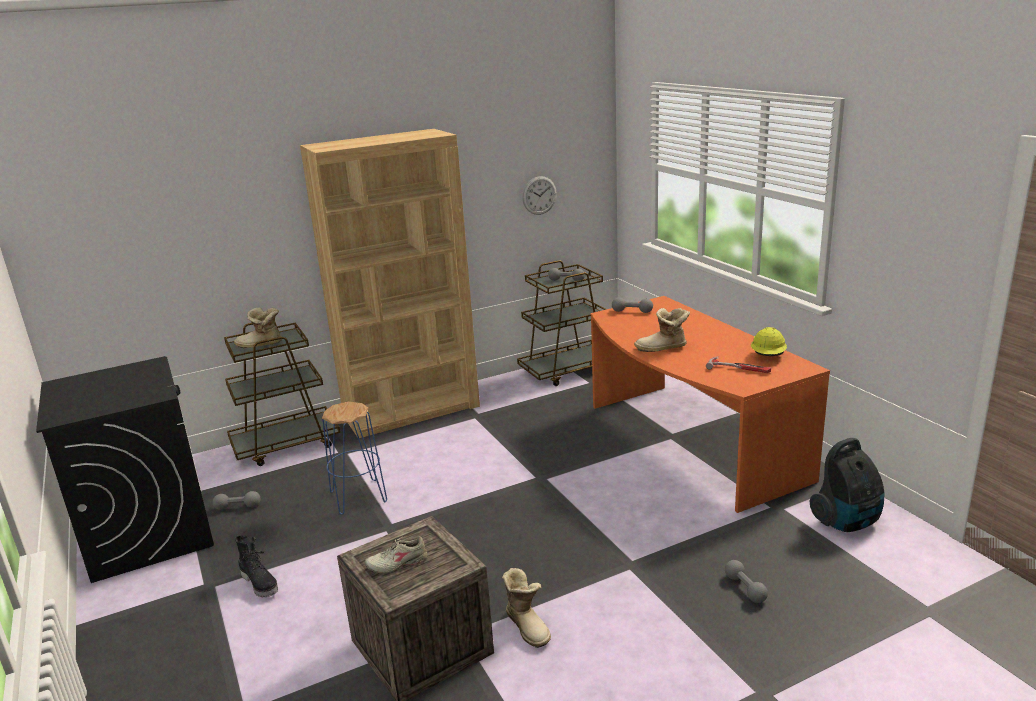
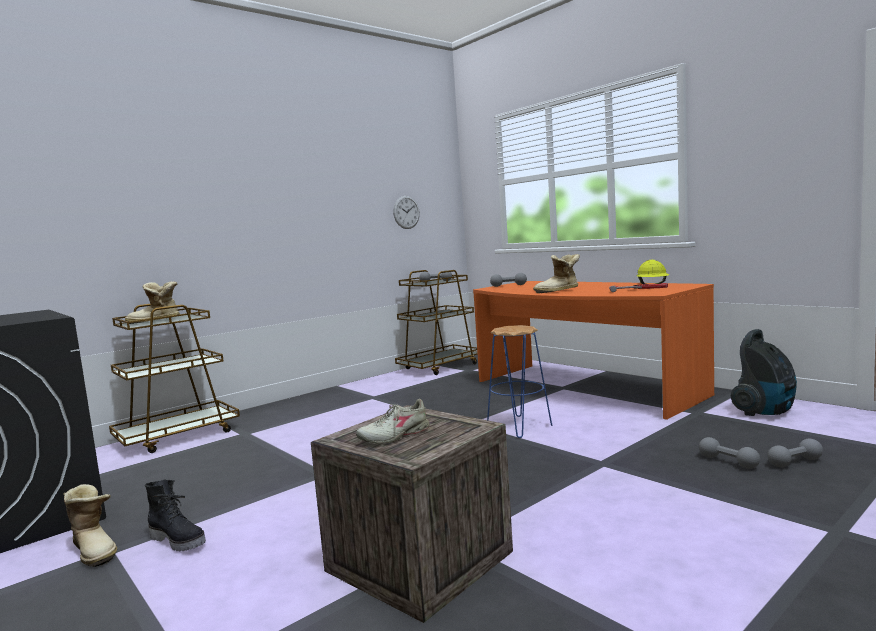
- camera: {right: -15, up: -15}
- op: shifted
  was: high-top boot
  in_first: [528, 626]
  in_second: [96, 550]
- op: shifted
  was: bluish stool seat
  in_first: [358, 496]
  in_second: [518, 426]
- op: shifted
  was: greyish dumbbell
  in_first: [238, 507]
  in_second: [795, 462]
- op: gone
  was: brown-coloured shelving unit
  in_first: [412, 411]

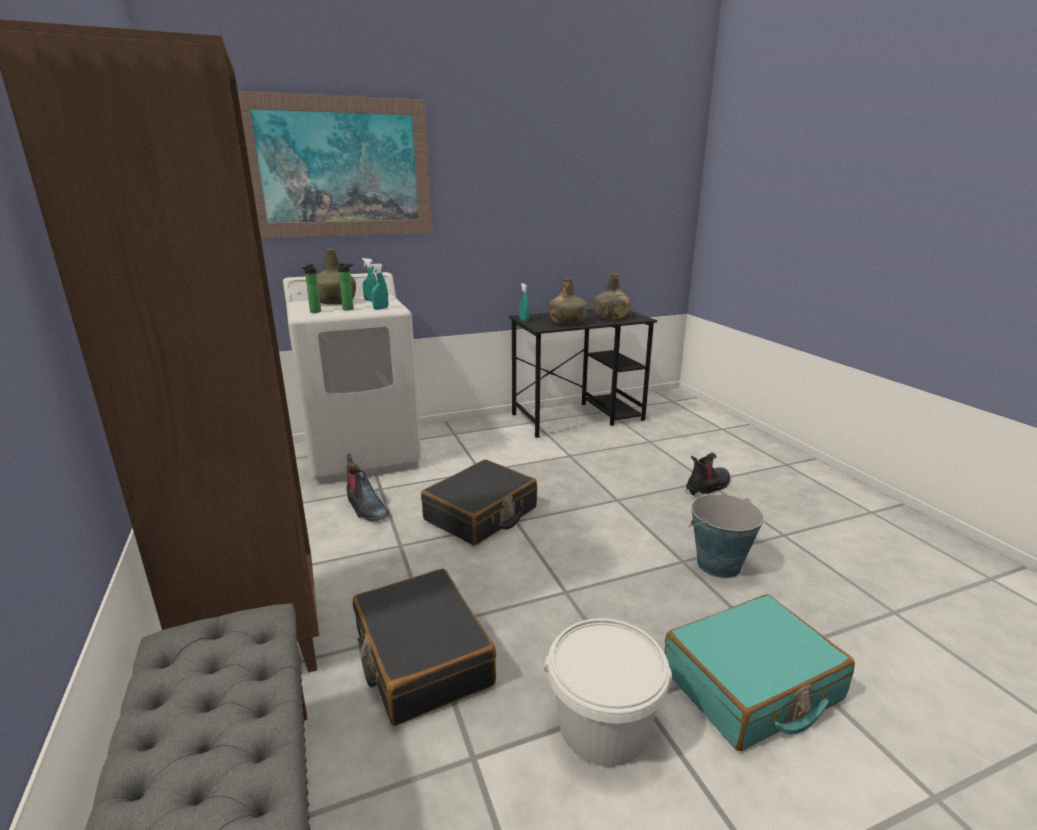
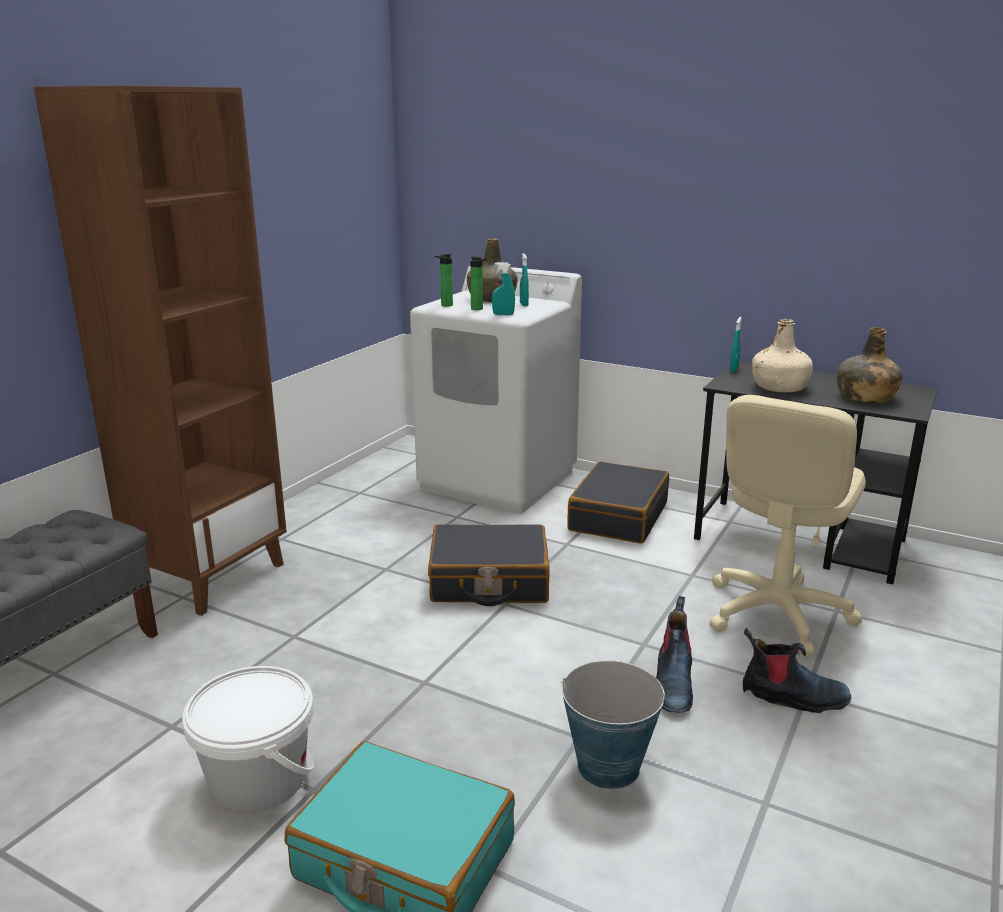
- camera: {right: 50, up: 0}
- op: shifted
  was: black-coloured suitcase
  in_first: [421, 658]
  in_second: [617, 517]
- op: shifted
  was: high-top boot
  in_first: [365, 508]
  in_second: [673, 683]
- op: new
  now: sand-coloured computer chair
  in_second: [776, 613]
- op: repainted
  was: green bottle
  now: sand-coloured bottle
  in_first: [567, 322]
  in_second: [779, 387]
- op: gone
  was: picture
  in_first: [340, 168]

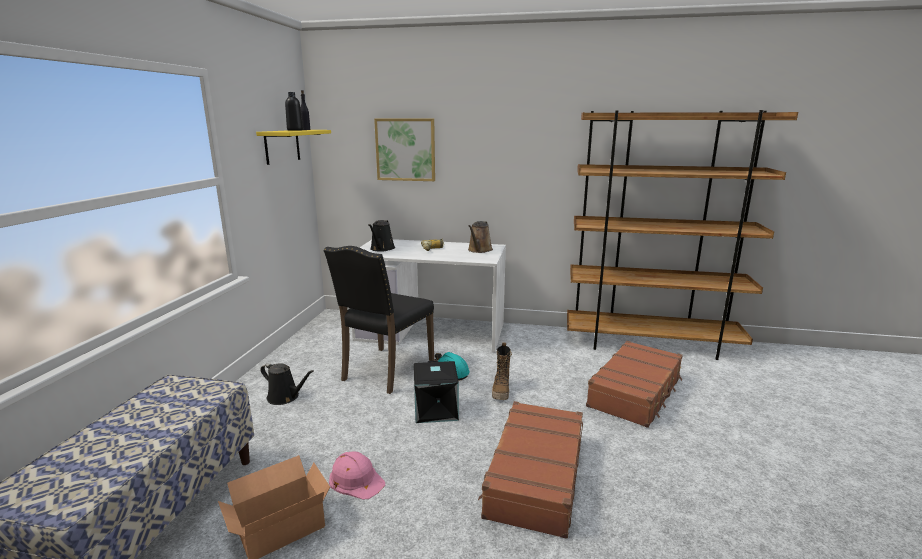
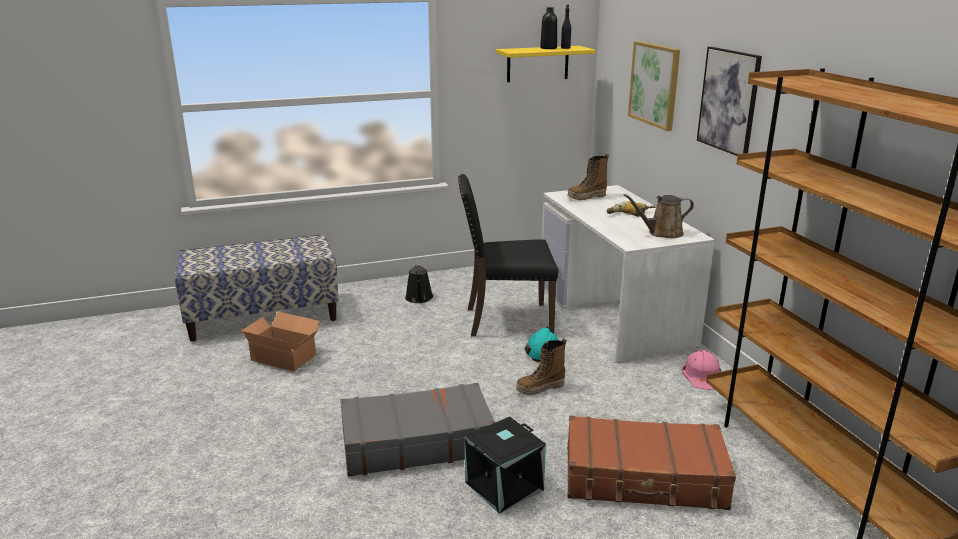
- camera: {right: 60, up: 5}
- op: repainted
  was: brown-coloured suitcase
  now: greyish suitcase
  in_first: [534, 476]
  in_second: [416, 442]
- op: shifted
  was: black-coloured storage bin
  in_first: [437, 410]
  in_second: [504, 487]
- op: swapped
  was: black-coloured watering pot
  now: high-top boot
  in_first: [381, 249]
  in_second: [586, 197]
- op: shifted
  was: pink-coloured hard hat
  in_first: [356, 479]
  in_second: [702, 375]
- op: new
  now: picture
  in_second: [729, 101]

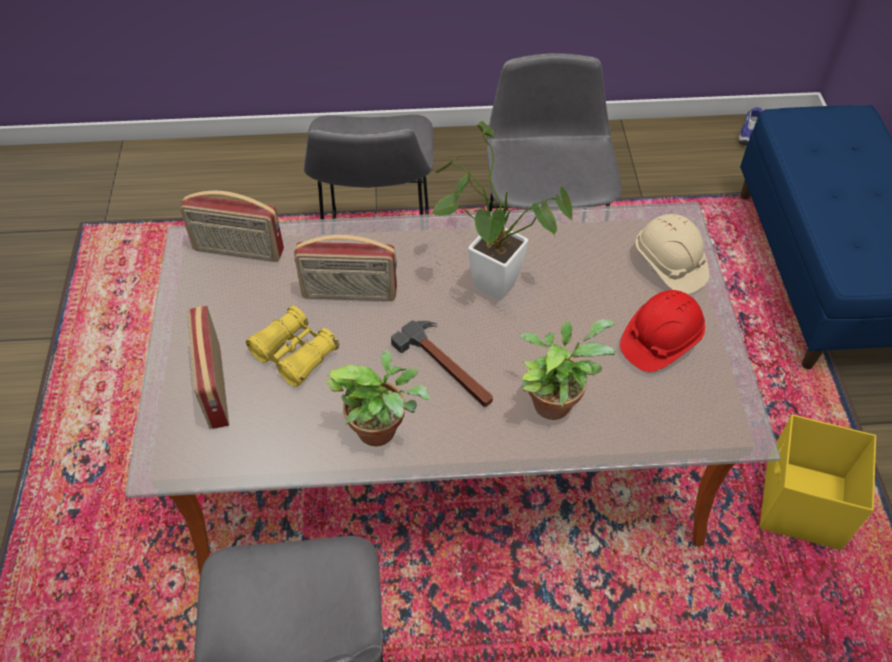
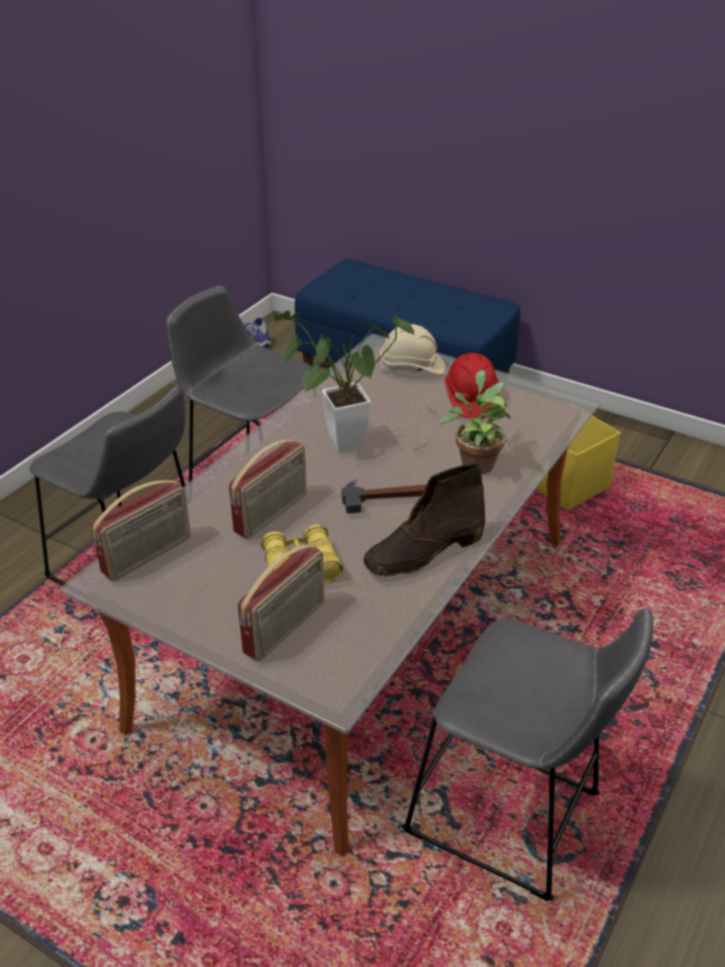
- camera: {right: -55, up: -15}
- op: rotated
  was: radio receiver
  in_first: [214, 387]
  in_second: [286, 628]
  clockwise: -75
- op: swapped
  was: plant in a pot
  now: brown-coloured high-top boot
  in_first: [382, 430]
  in_second: [423, 552]

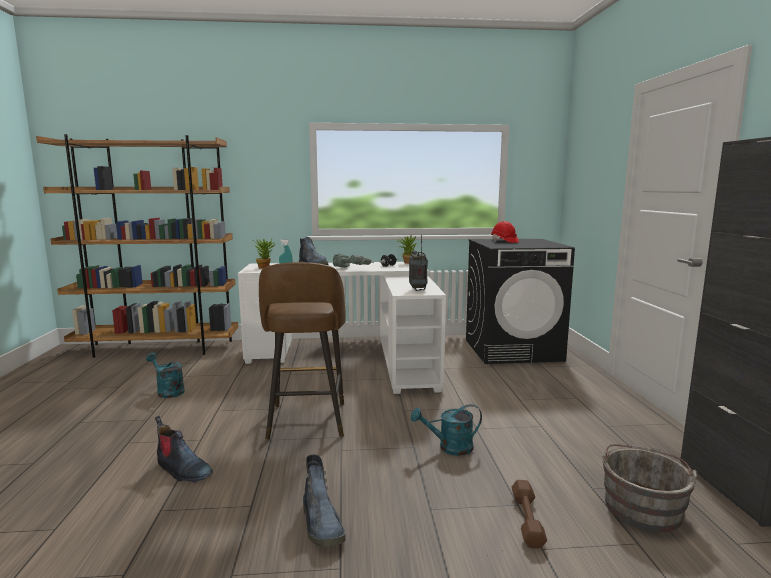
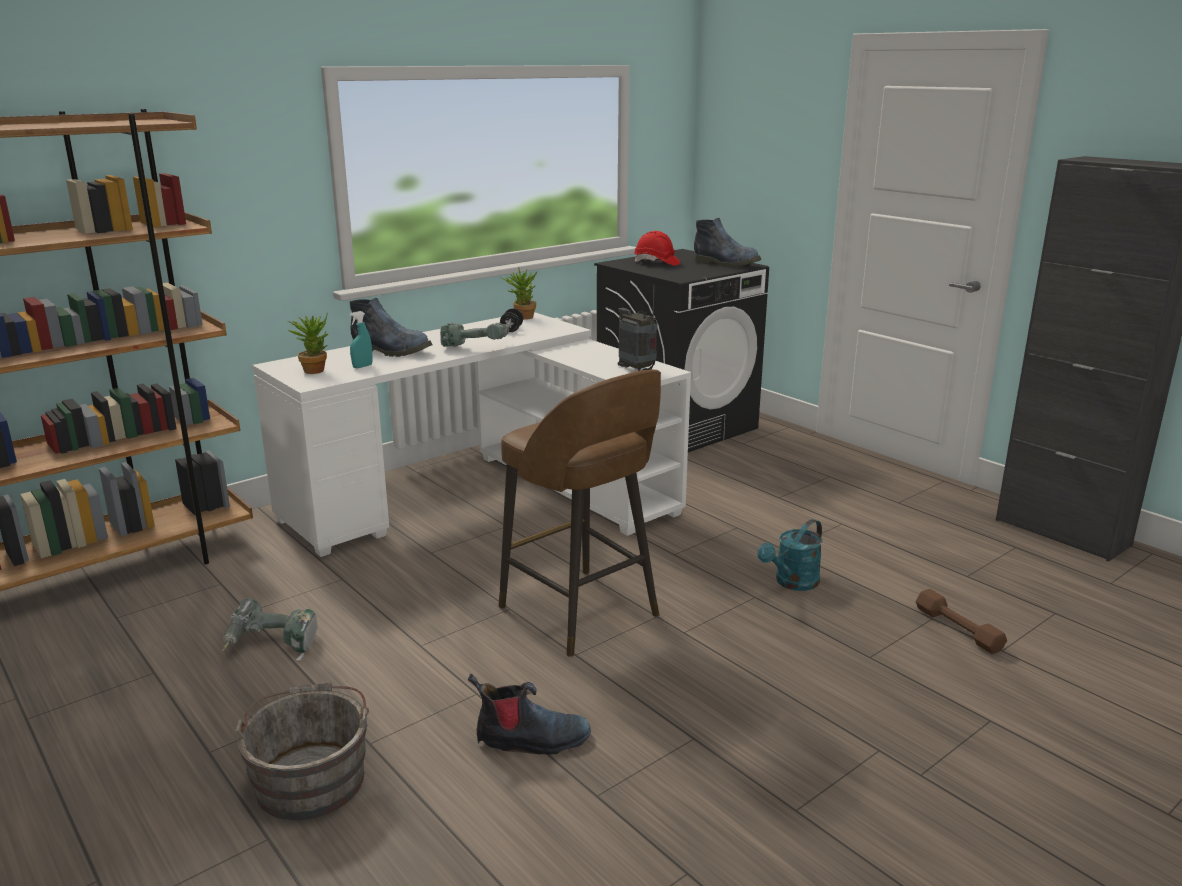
- camera: {right: -35, up: 10}
- op: swapped
  was: turquoise-coloured watering pot
  now: electric drill
  in_first: [167, 391]
  in_second: [271, 646]
- op: shifted
  was: greyish pail
  in_first: [642, 506]
  in_second: [311, 777]
- op: shifted
  was: high-top boot
  in_first: [322, 524]
  in_second: [727, 264]

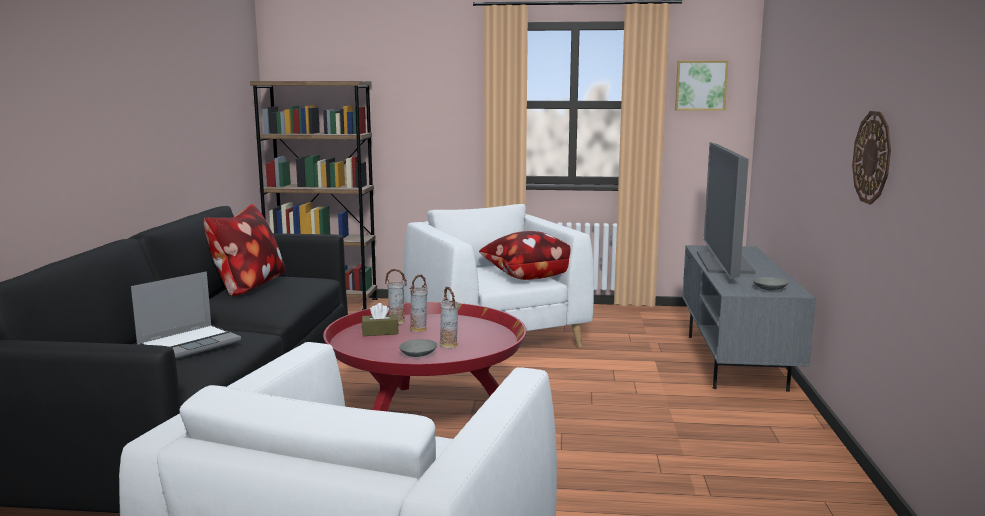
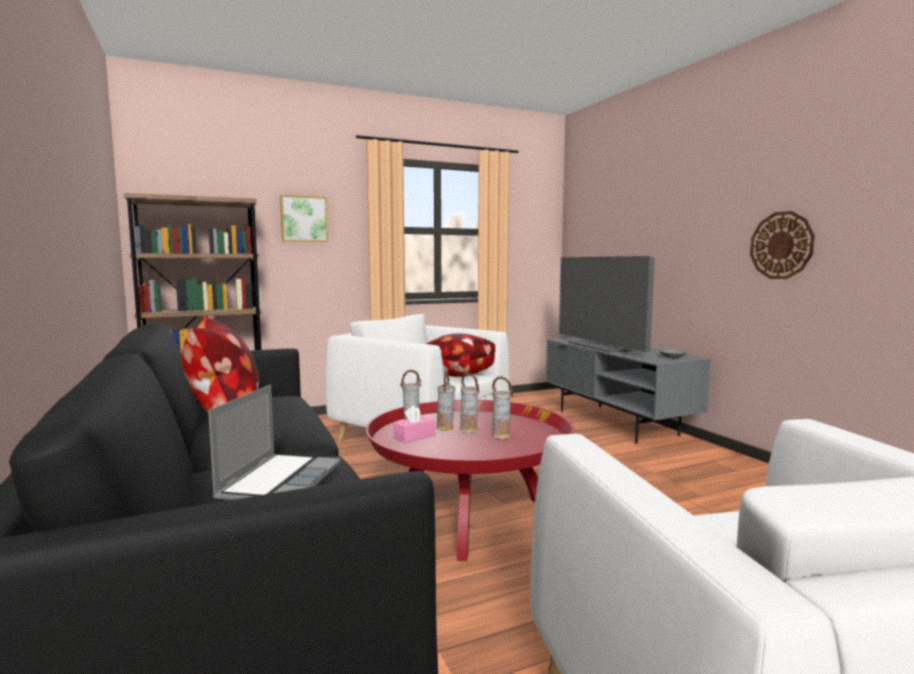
- camera: {right: -30, up: -5}
- op: shifted
  was: picture
  in_first: [700, 85]
  in_second: [304, 219]
- op: repainted
  was: brown-coloured box of tissues
  now: pink-coloured box of tissues
  in_first: [380, 332]
  in_second: [414, 437]
- op: new
  now: vase
  in_second: [469, 430]
- op: gone
  was: greyish deep dish
  in_first: [417, 354]

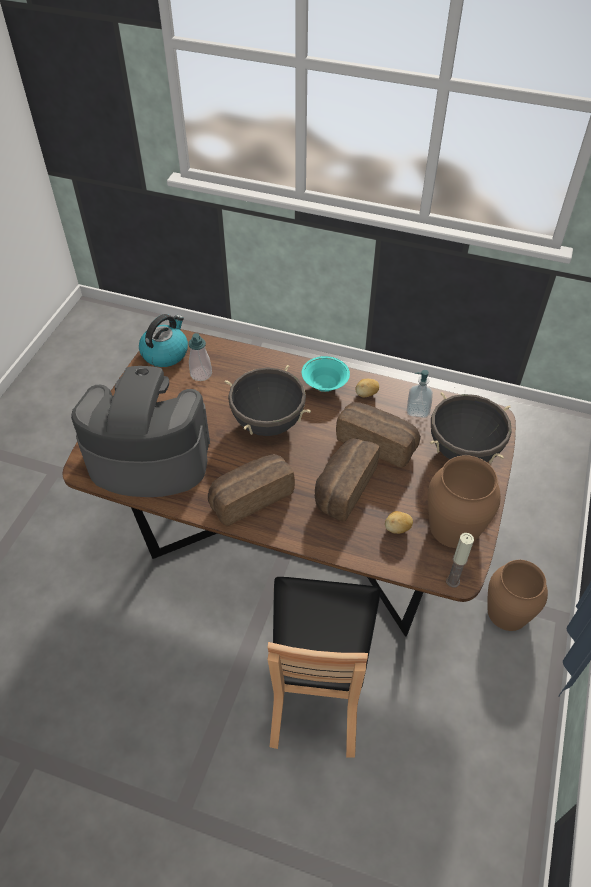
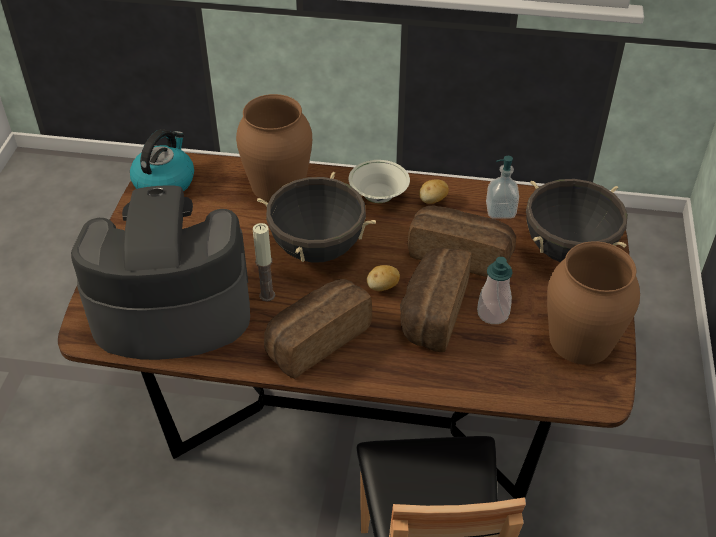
- camera: {right: -10, up: -5}
- op: shifted
  was: brown-coloured vase
  in_first: [507, 612]
  in_second: [277, 185]
- op: shifted
  was: candle
  in_first: [453, 581]
  in_second: [267, 295]
- op: repainted
  was: turquoise-coloured deep dish
  now: whitish deep dish
  in_first: [324, 386]
  in_second: [378, 197]
- op: shifted
  was: whole potato
  in_first: [397, 528]
  in_second: [382, 287]
- op: shifted
  was: soap bottle
  in_first: [201, 374]
  in_second: [493, 313]

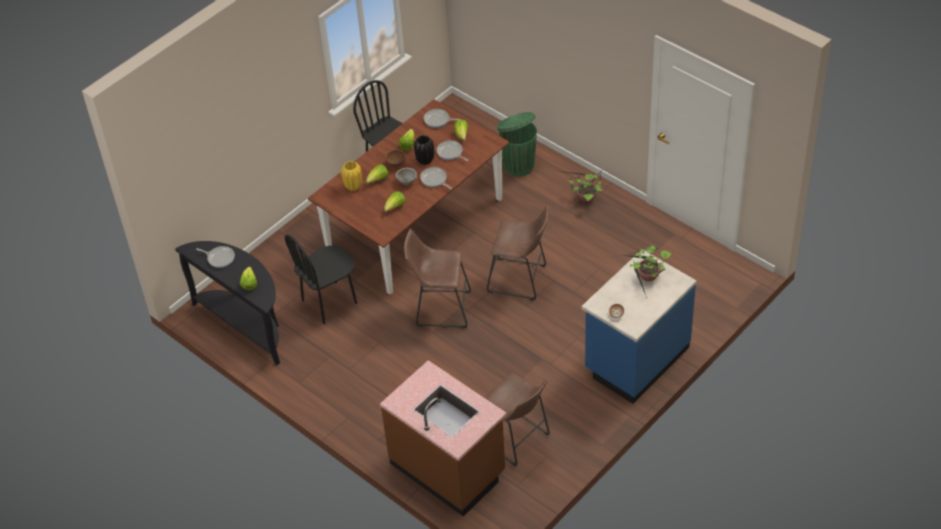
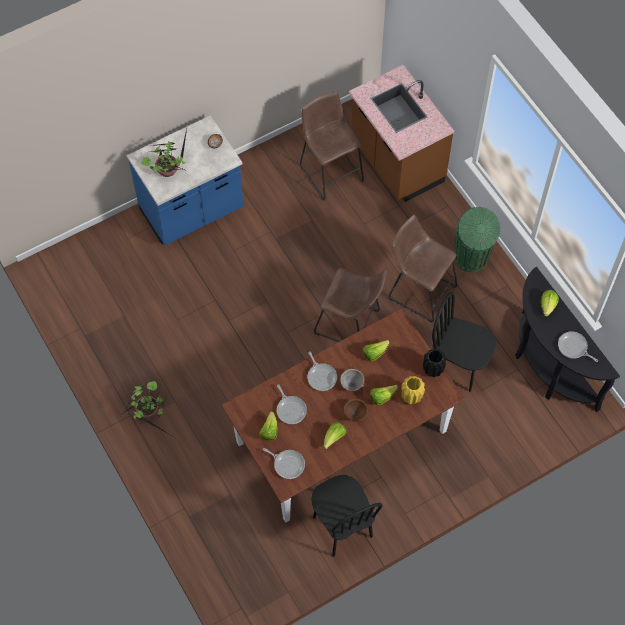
- camera: {right: -165, up: 15}
- op: shifted
  was: brown-coloured stool seat
  in_first: [520, 280]
  in_second: [419, 290]
- op: shifted
  was: black-coloured vase
  in_first: [424, 160]
  in_second: [433, 370]
- op: rotated
  was: black-coloured upright chair
  in_first: [329, 302]
  in_second: [457, 367]
  clockwise: -135
- op: shifted
  was: green waste bin
  in_first: [518, 164]
  in_second: [471, 259]

